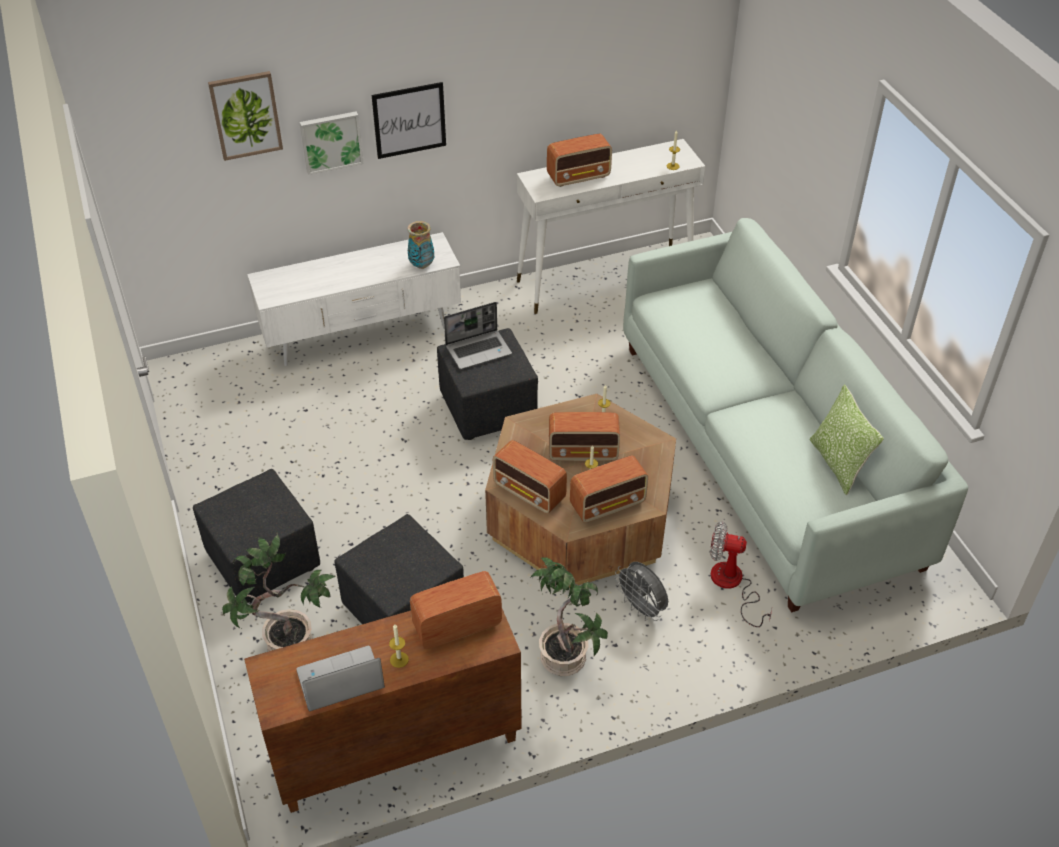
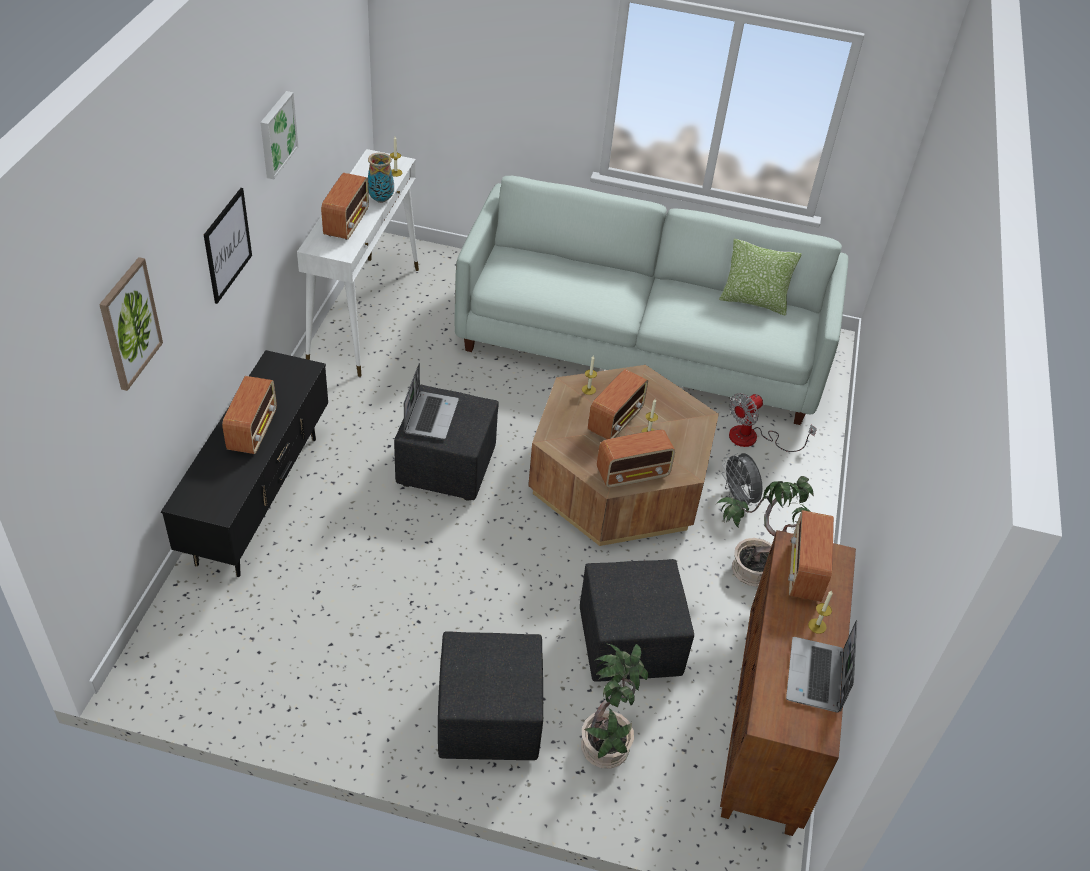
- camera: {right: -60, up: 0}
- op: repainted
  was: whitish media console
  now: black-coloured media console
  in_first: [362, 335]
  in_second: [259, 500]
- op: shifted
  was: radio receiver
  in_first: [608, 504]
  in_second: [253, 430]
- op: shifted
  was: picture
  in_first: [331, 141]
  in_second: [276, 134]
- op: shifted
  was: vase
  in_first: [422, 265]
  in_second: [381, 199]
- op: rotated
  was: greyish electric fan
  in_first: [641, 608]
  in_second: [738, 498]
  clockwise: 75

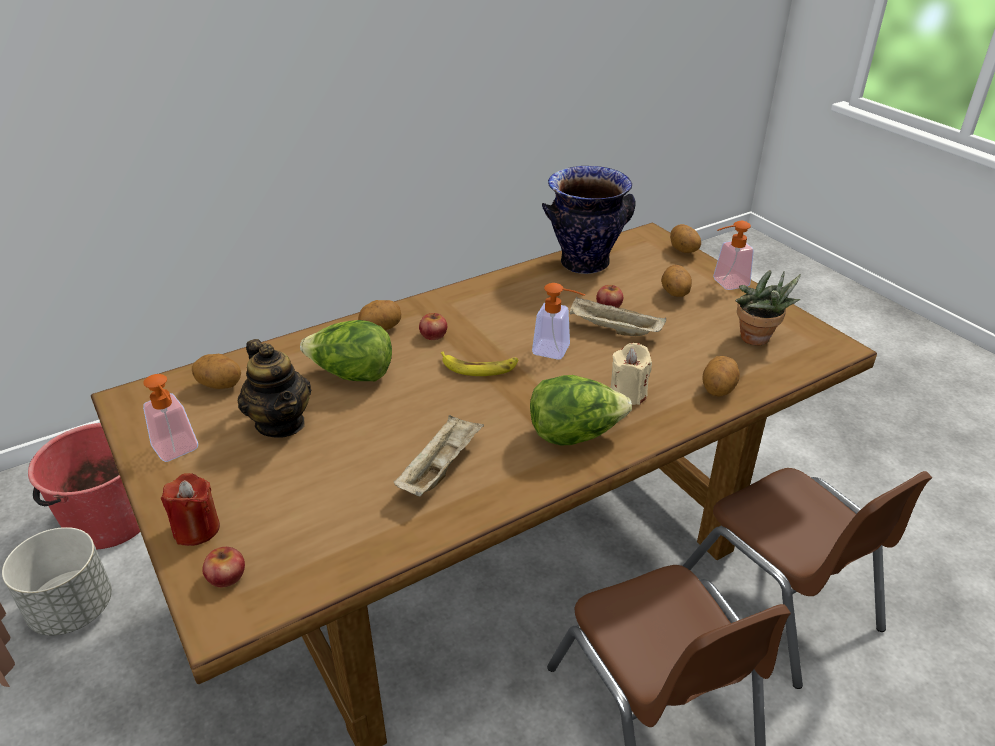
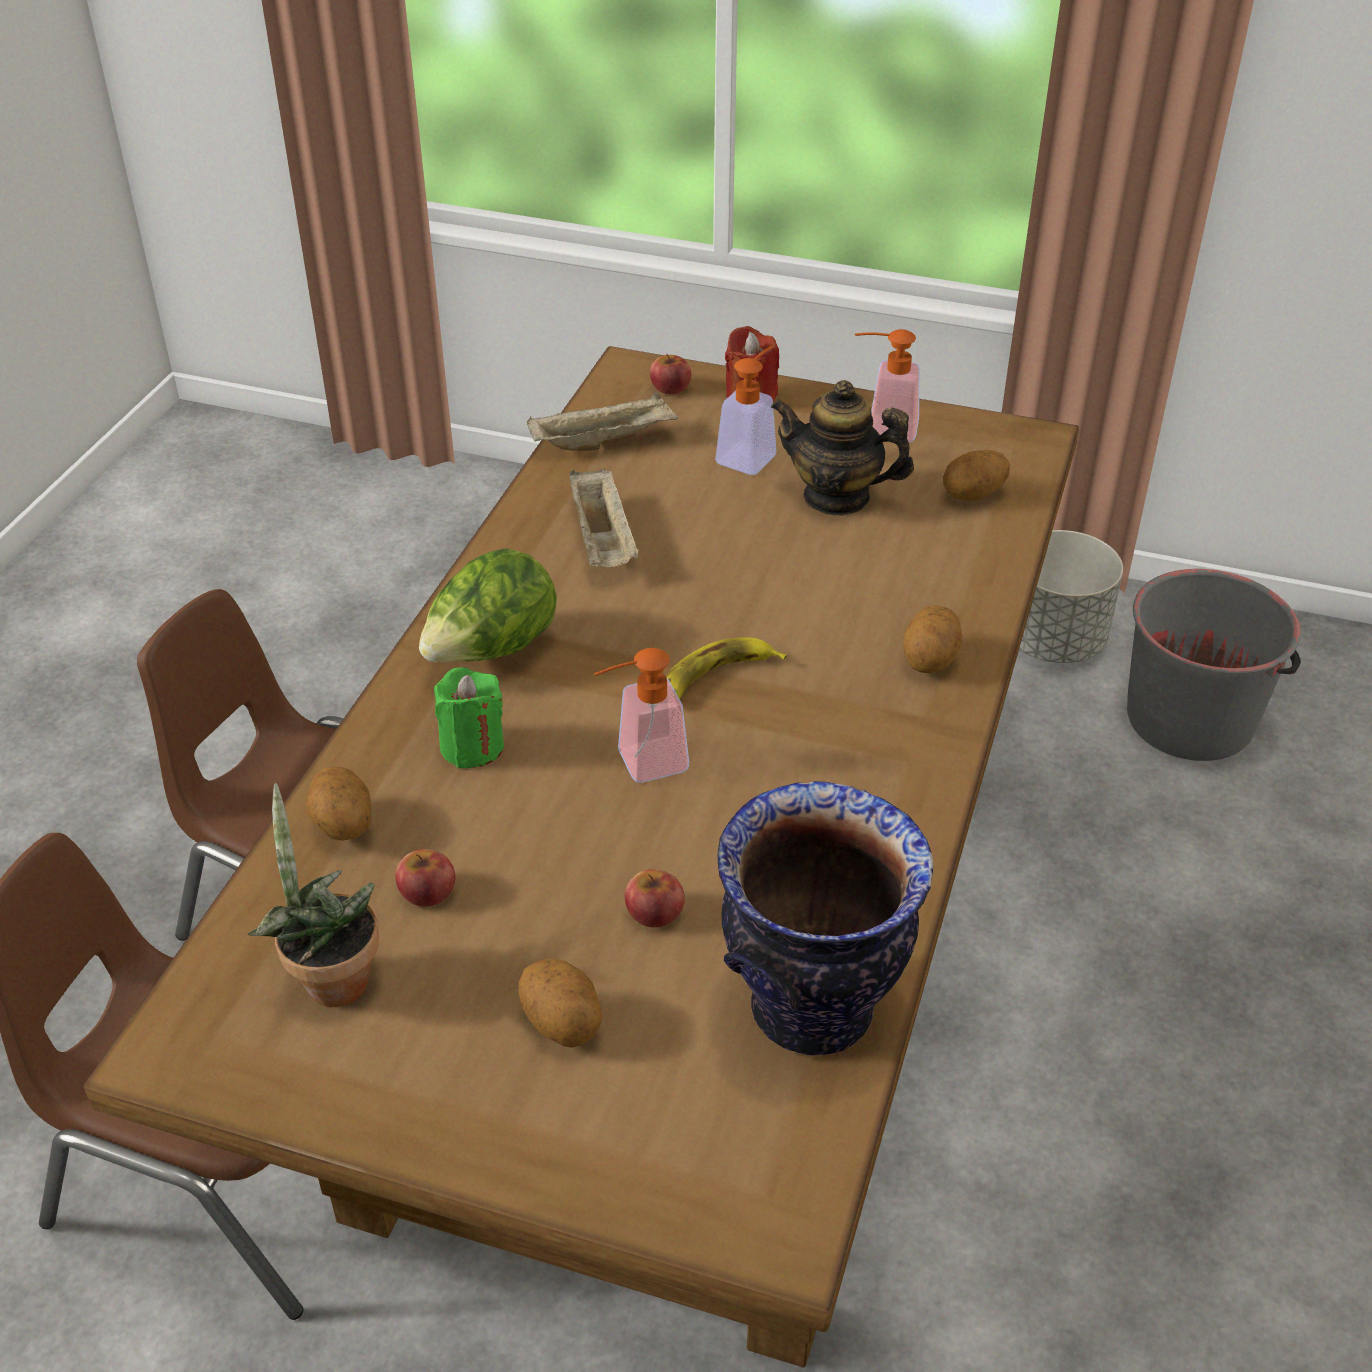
- camera: {right: 140, up: 5}
- op: shifted
  was: whole apple
  in_first: [433, 335]
  in_second: [427, 891]
- op: repainted
  was: sand-coloured candle
  now: green candle
  in_first: [628, 394]
  in_second: [472, 746]
- op: shifted
  was: sand-coloured serving tray
  in_first: [613, 330]
  in_second: [604, 441]
- op: shifted
  was: soap bottle
  in_first: [725, 283]
  in_second: [751, 455]
- op: repainted
  was: red pail
  now: greyish pail
  in_first: [108, 520]
  in_second: [1191, 718]
- op: gone
  was: lettuce head
  in_first: [352, 375]
- op: gone
  was: whole potato
  in_first: [683, 251]

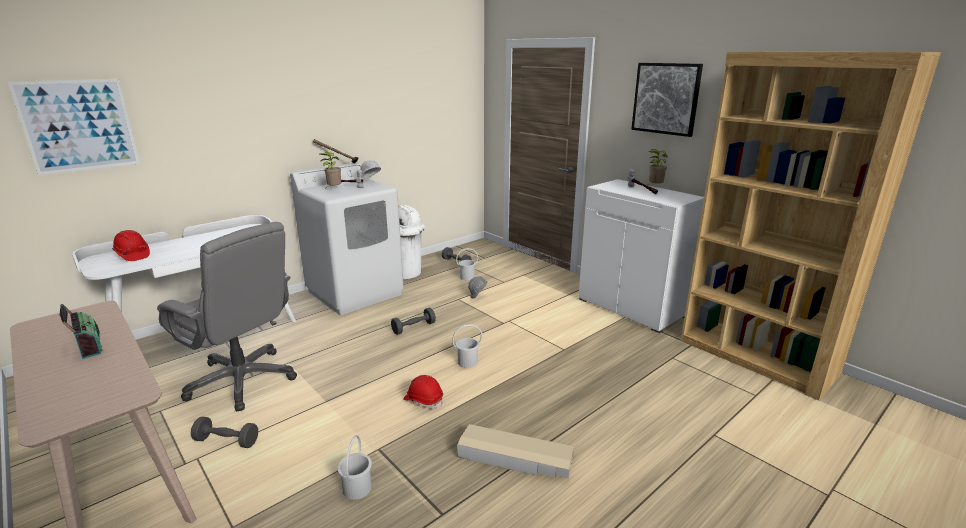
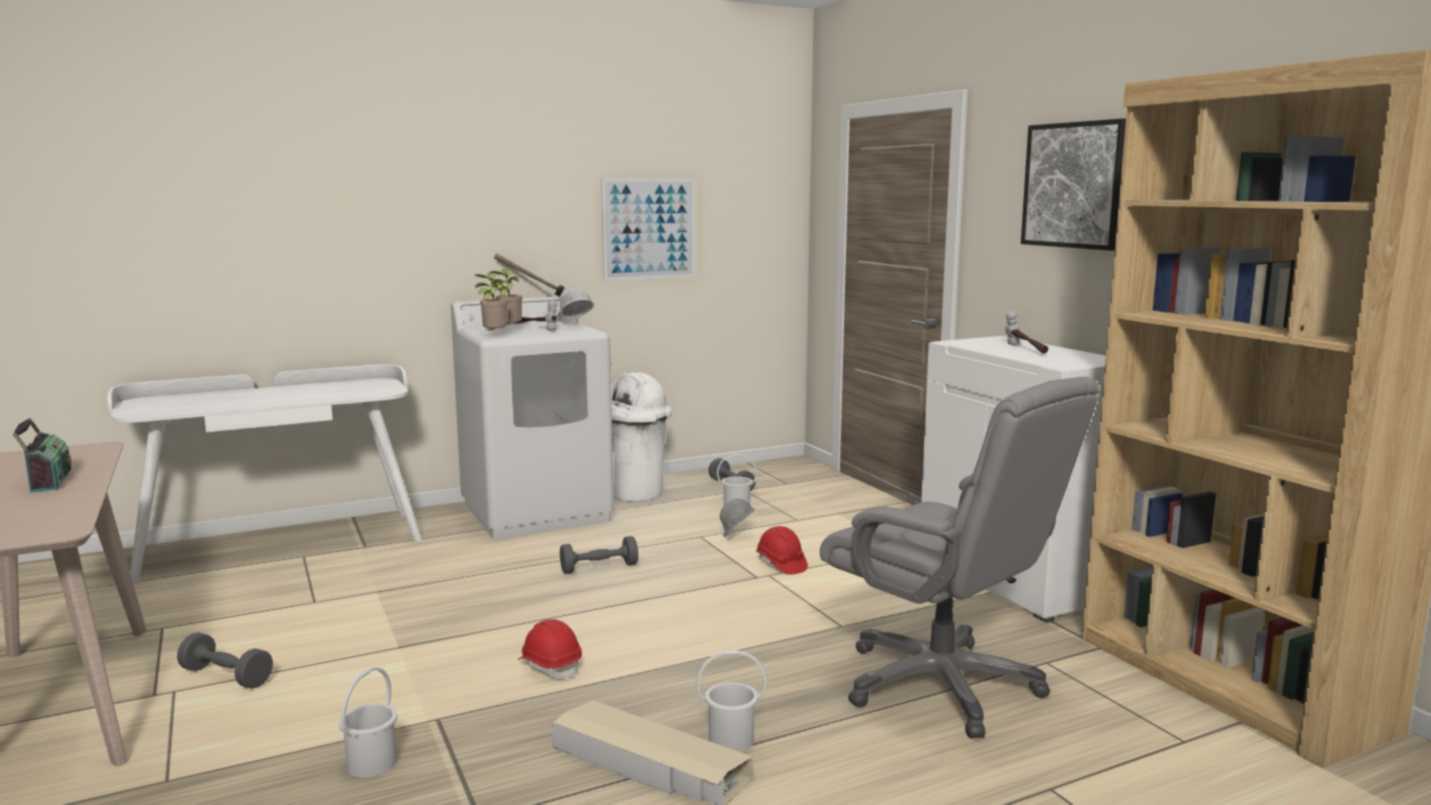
- camera: {right: 15, up: -10}
- op: shifted
  was: plant in a pot
  in_first: [654, 187]
  in_second: [493, 336]
- op: shifted
  was: picture
  in_first: [78, 125]
  in_second: [649, 229]
- op: shifted
  was: whitish pail
  in_first: [467, 362]
  in_second: [730, 739]
- op: shifted
  was: red hard hat
  in_first: [132, 255]
  in_second: [781, 565]
- op: shifted
  was: greyish computer chair
  in_first: [243, 380]
  in_second: [942, 685]

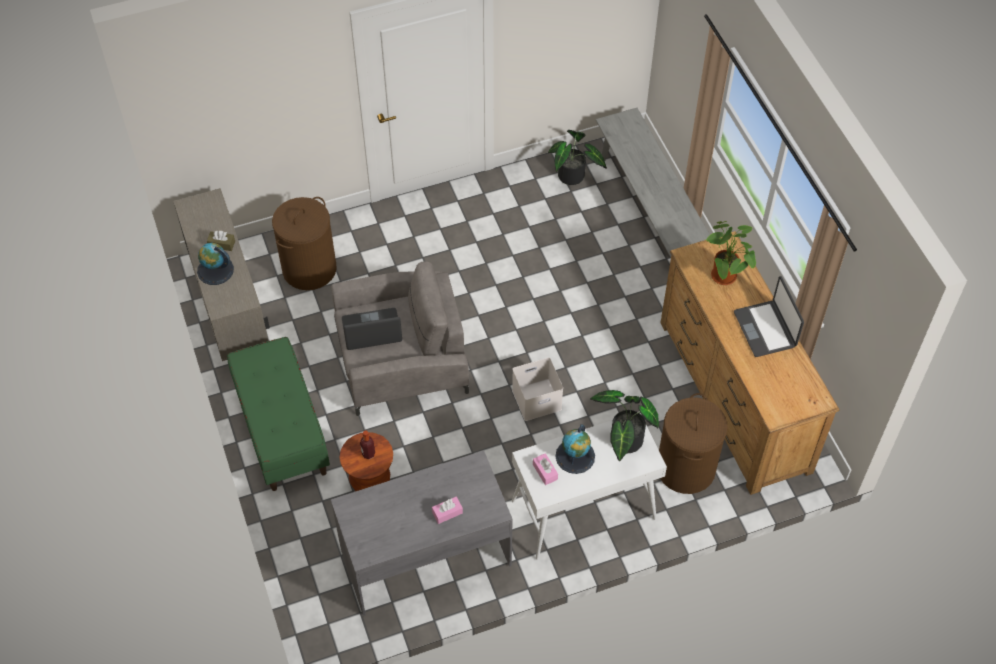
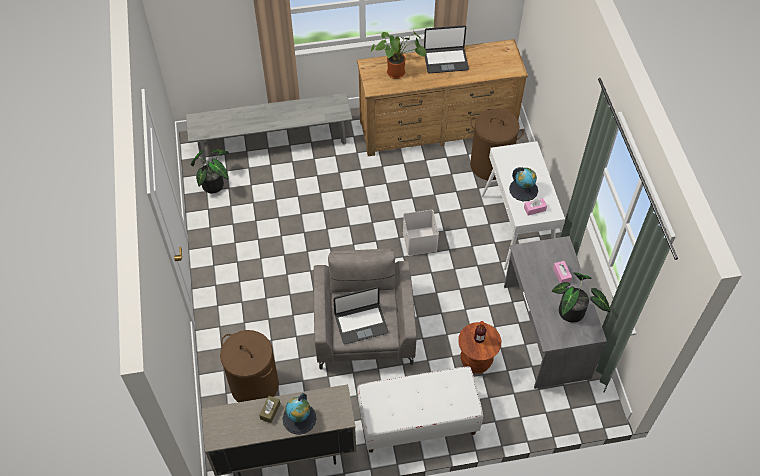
- camera: {right: -80, up: 0}
- op: rotated
  was: portable computer
  in_first: [372, 331]
  in_second: [361, 323]
  clockwise: -105
- op: repainted
  was: green long seat
  now: whitish long seat
  in_first: [281, 430]
  in_second: [417, 422]
- op: shifted
  was: plant in a pot
  in_first: [623, 442]
  in_second: [573, 314]

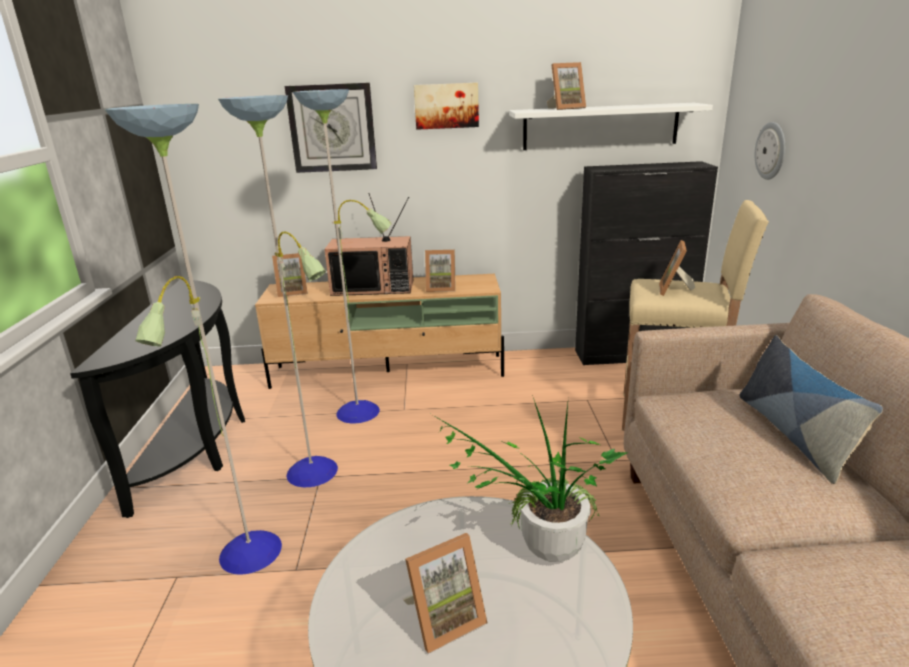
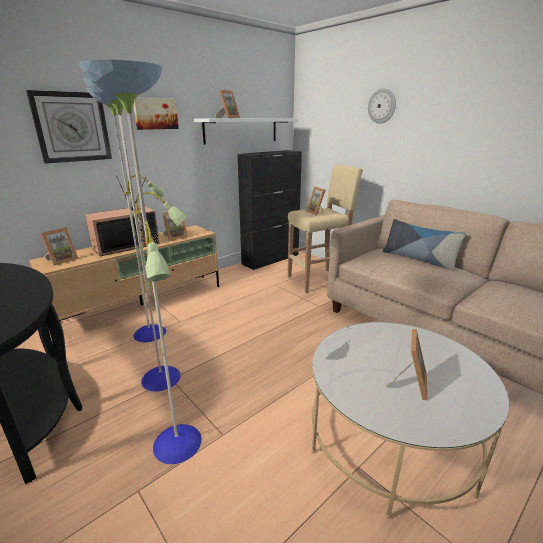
- camera: {right: -40, up: 0}
- op: shifted
  was: clock on the wall
  in_first: [771, 151]
  in_second: [382, 106]
- op: gone
  was: plant in a pot
  in_first: [539, 550]

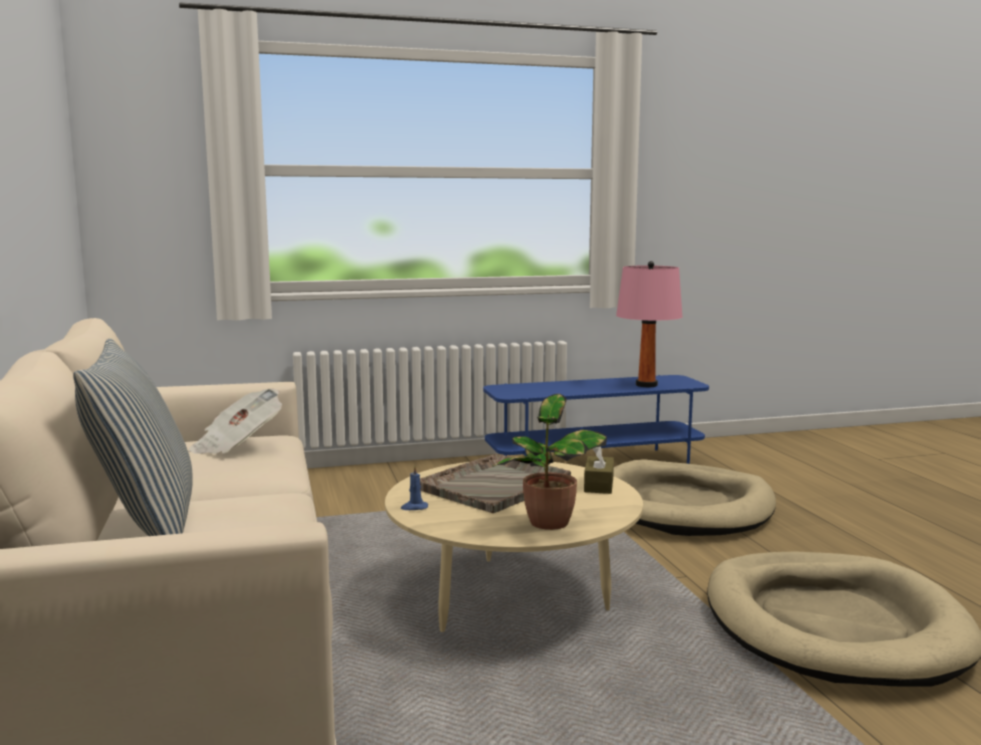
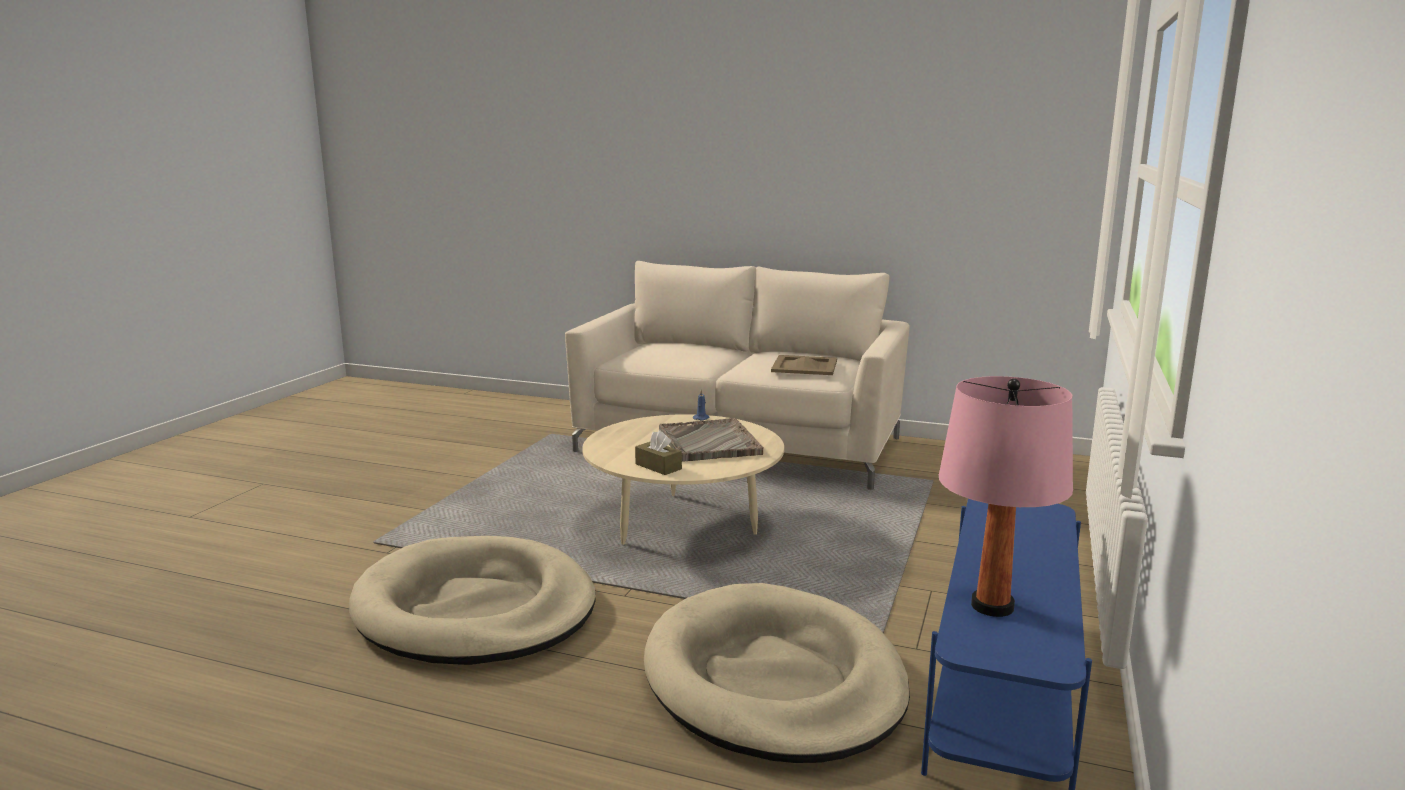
- camera: {right: 125, up: 5}
- op: swapped
  was: newspaper
  now: sand-coloured serving tray
  in_first: [237, 446]
  in_second: [804, 366]
- op: gone
  was: throw pillow
  in_first: [147, 528]
- op: gone
  was: plant in a pot
  in_first: [549, 523]

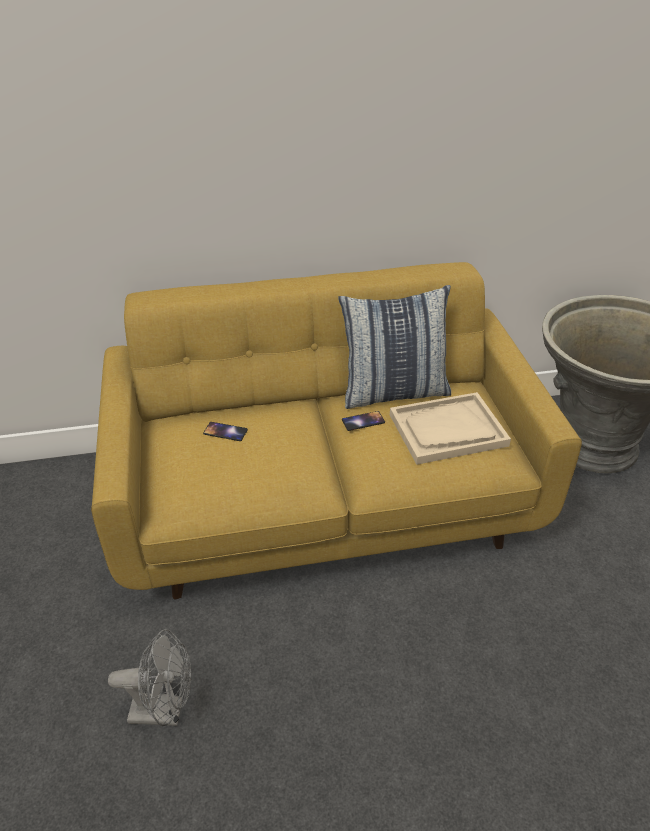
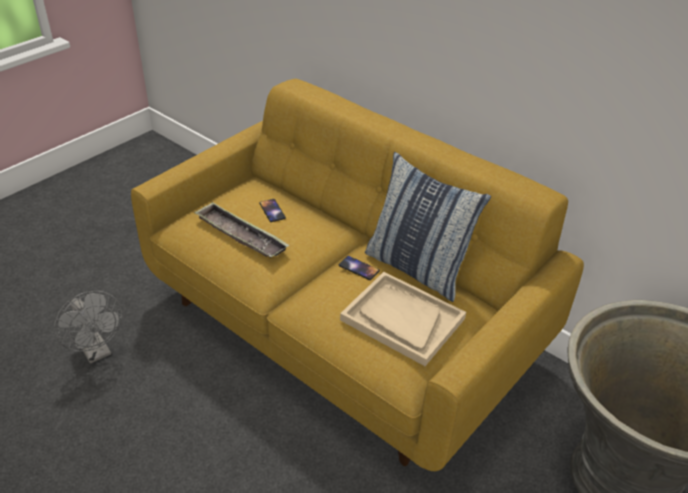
- camera: {right: 50, up: 0}
- op: new
  now: serving tray
  in_second: [241, 235]

